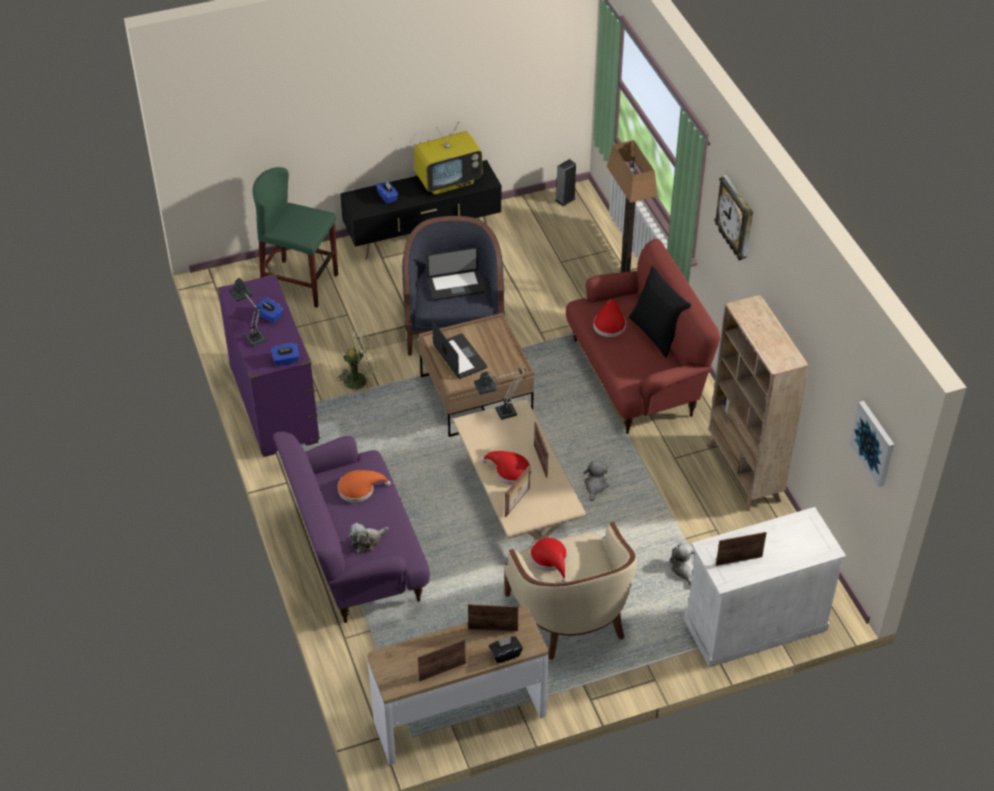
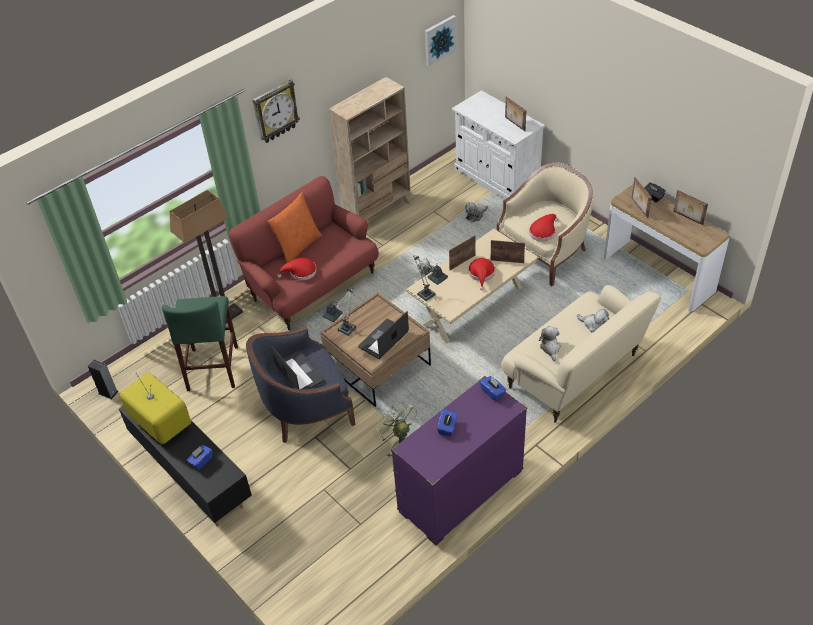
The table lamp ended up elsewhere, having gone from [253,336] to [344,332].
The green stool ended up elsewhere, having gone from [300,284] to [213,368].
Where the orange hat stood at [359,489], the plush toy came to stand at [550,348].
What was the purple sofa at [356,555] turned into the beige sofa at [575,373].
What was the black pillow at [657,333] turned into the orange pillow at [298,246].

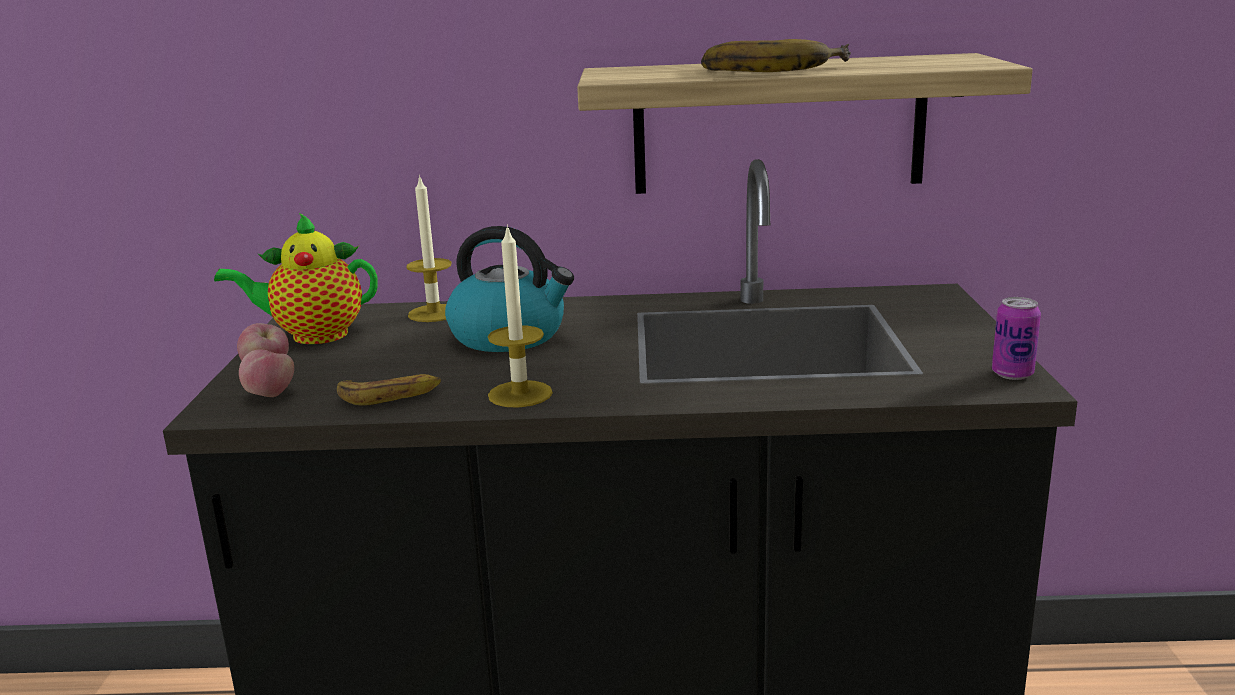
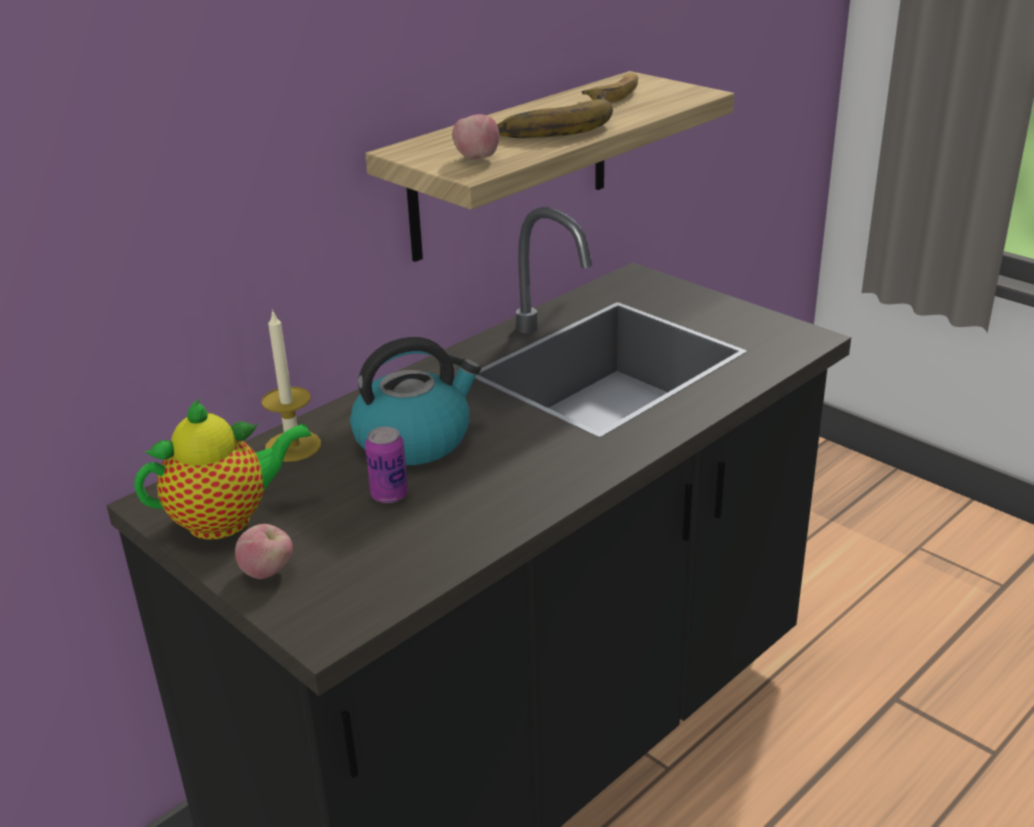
The second view lost the candle at [520,394].
The apple ended up elsewhere, having gone from [270,395] to [477,158].
The banana ended up elsewhere, having gone from [390,395] to [615,94].
The can ended up elsewhere, having gone from [1012,374] to [389,495].
The teapot at [313,336] ended up facing another way, 150 degrees counterclockwise from before.

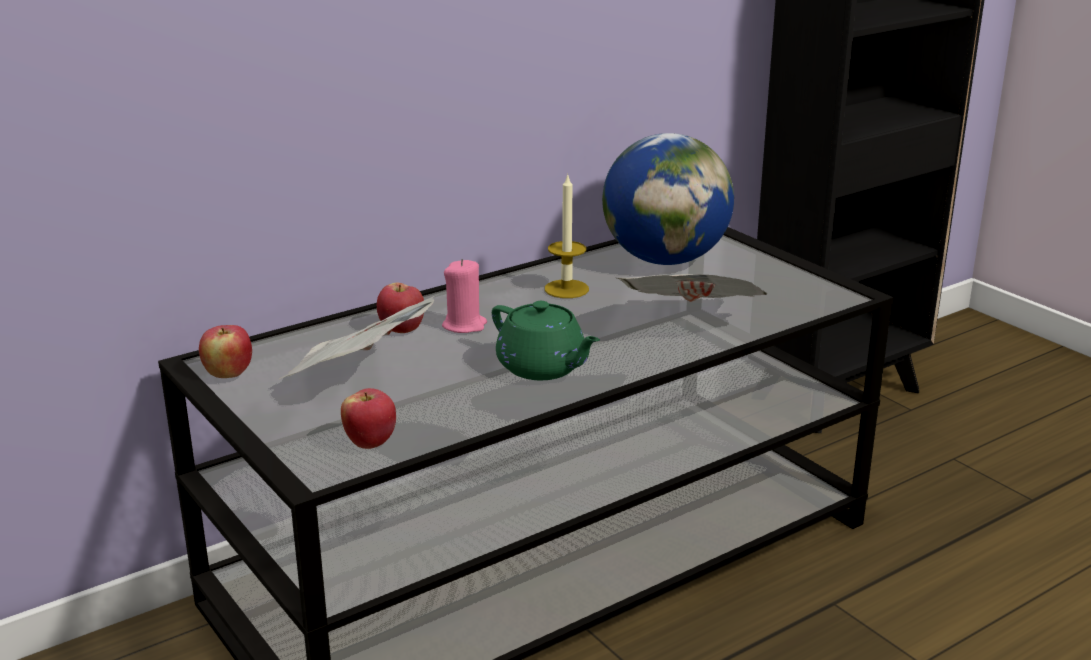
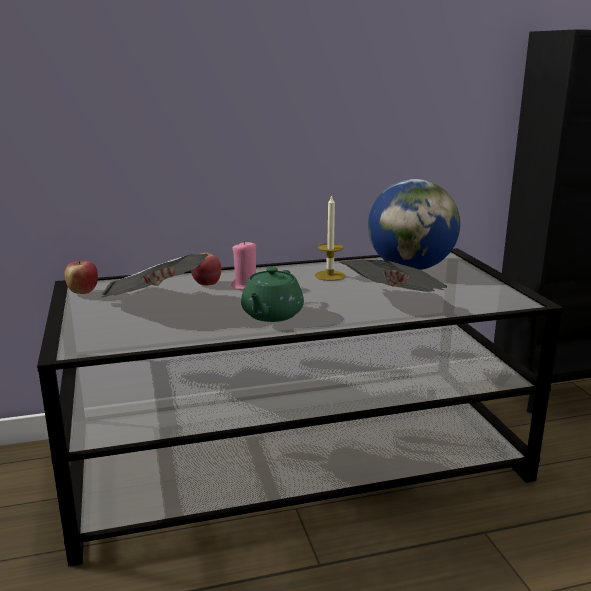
The second view lost the apple at [370,442].
The green teapot at [543,368] ended up facing another way, 45 degrees clockwise from before.

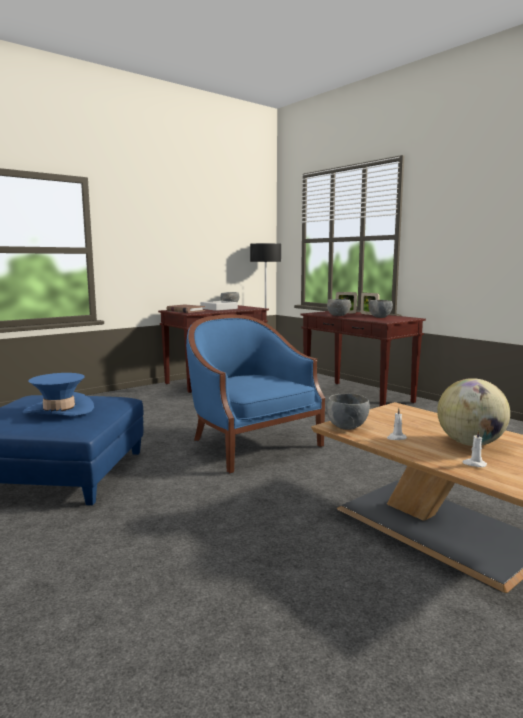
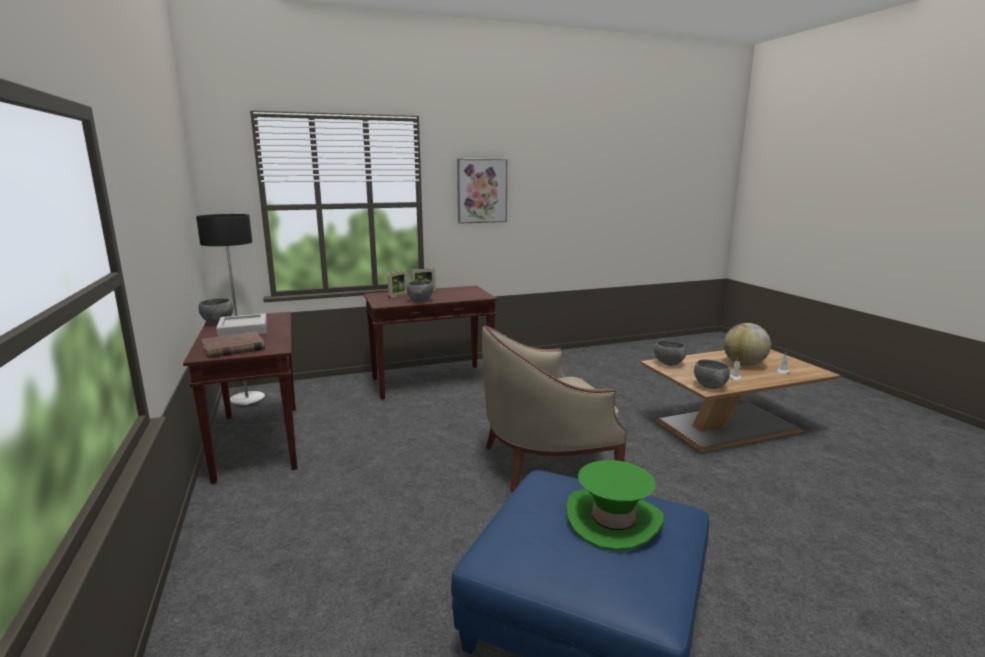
The second view gained the picture at [482,191].
The grey bowl ended up elsewhere, having gone from [379,317] to [669,364].
What was the blue hat at [59,410] turned into the green hat at [613,520].
What was the blue armchair at [251,445] turned into the beige armchair at [546,461].

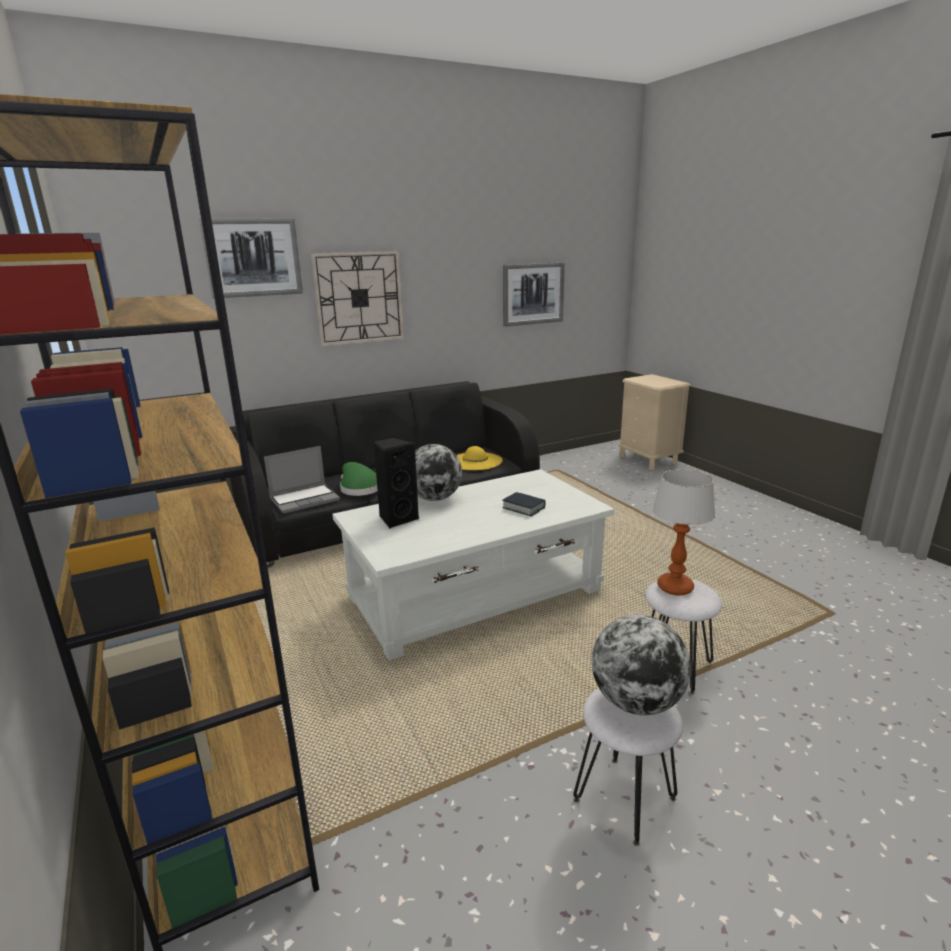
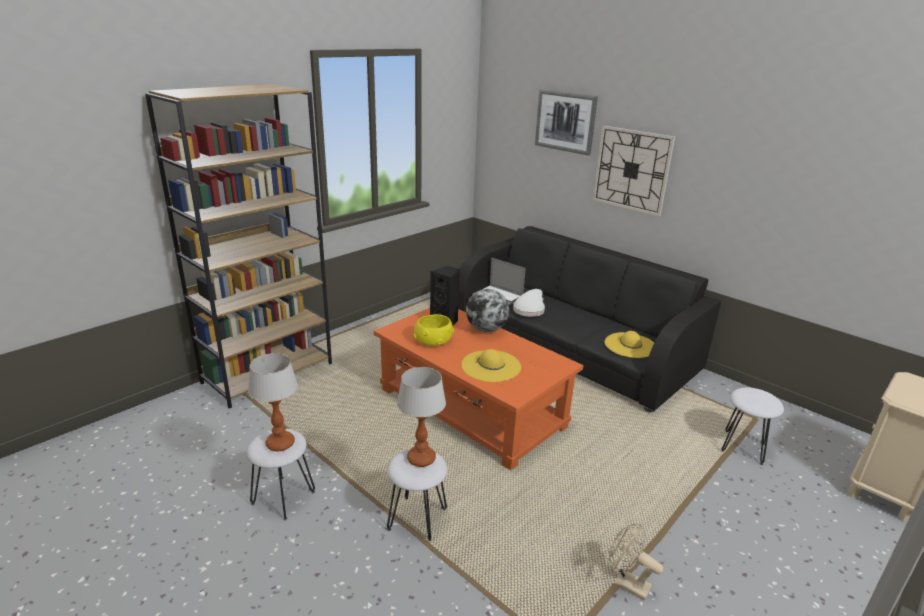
The second view lost the picture at [533,294].
The second view gained the yellow bowl at [433,341].
The second view gained the beige fan at [626,583].
The second view gained the white stool at [743,447].
Where the book stood at [523,508], the yellow hat came to stand at [491,366].
Where the globe stood at [636,702], the table lamp came to stand at [280,443].
What was the white coffee table at [476,595] turned into the orange coffee table at [471,408].
What was the green hat at [359,488] turned into the white hat at [529,309].

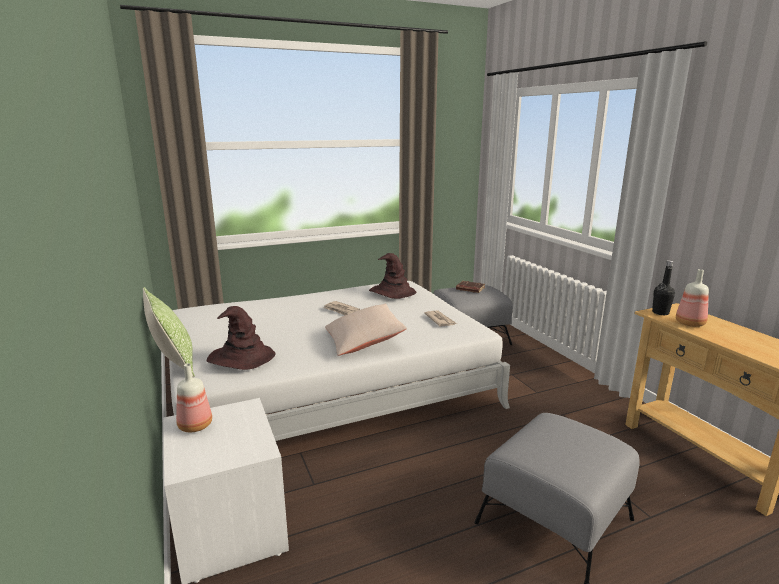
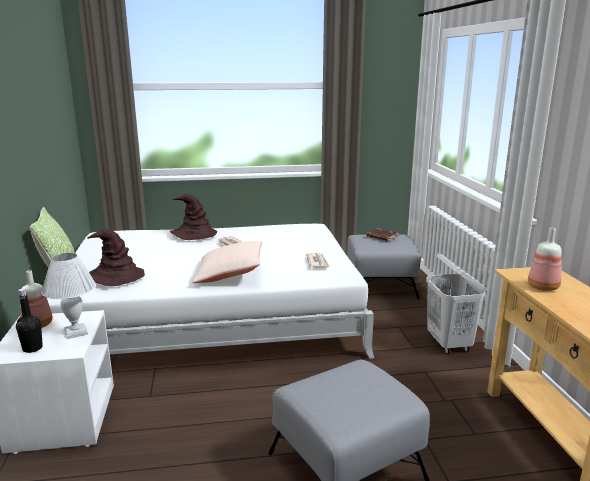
The second view gained the white table lamp at [76,332].
The second view gained the white laundry basket at [449,344].
The brown hat ended up elsewhere, having gone from [392,293] to [193,234].
The black bottle ended up elsewhere, having gone from [660,313] to [32,348].

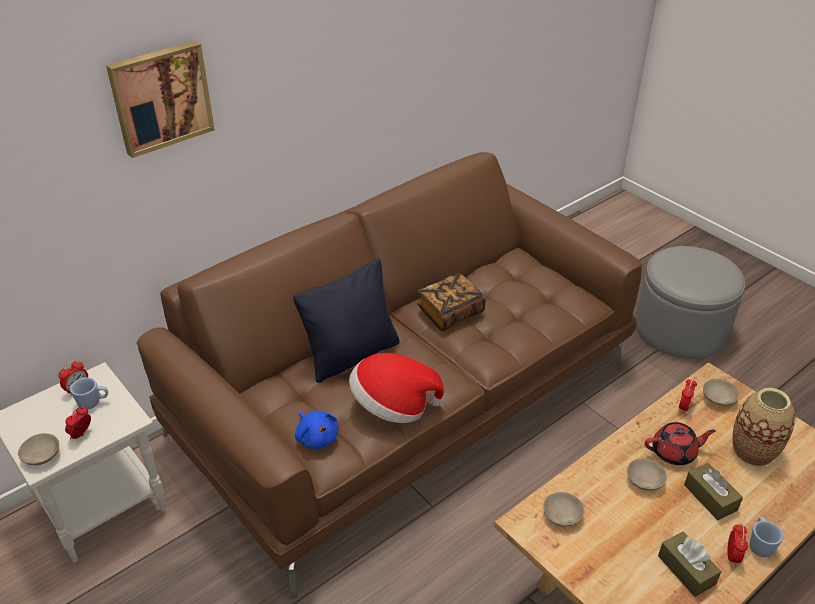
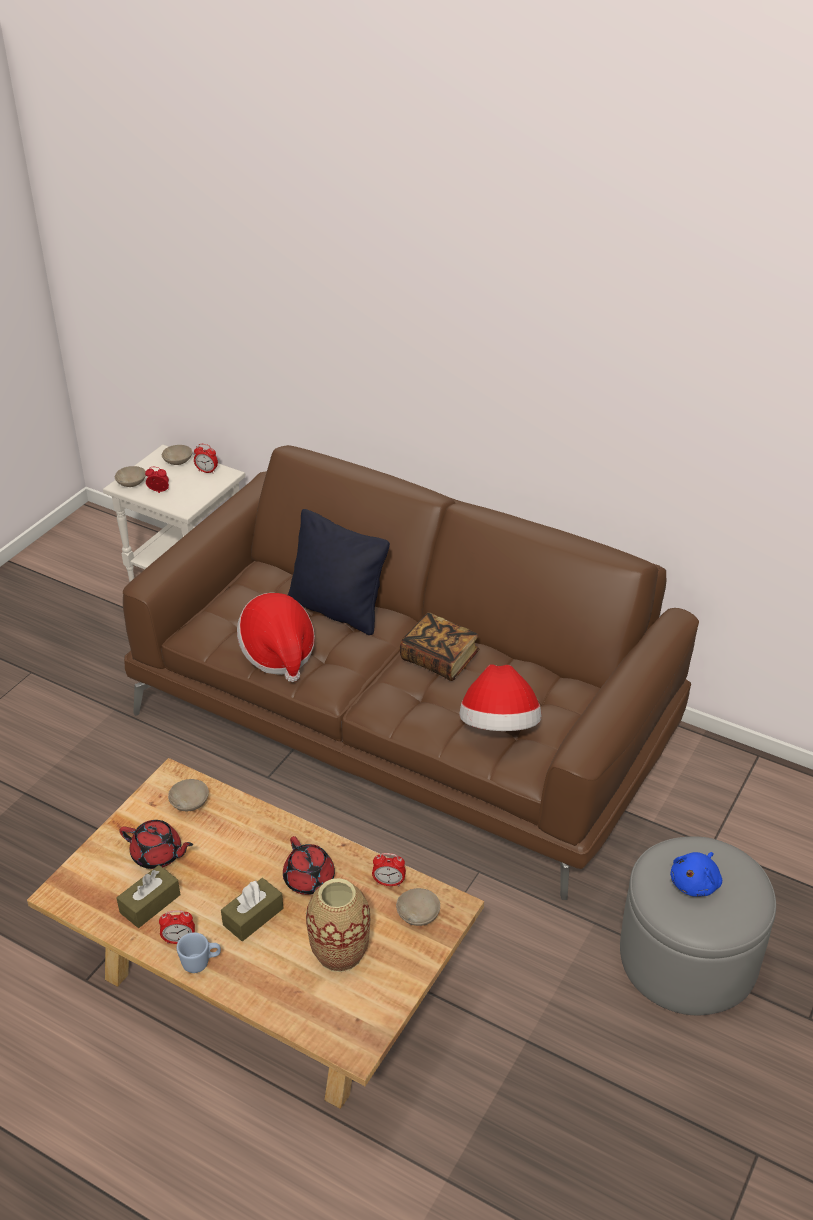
The second view lost the blue mug at [93,403].
The second view lost the picture at [160,97].
The second view gained the red teapot at [158,855].
The second view gained the hat at [499,727].
The blue plush toy ended up elsewhere, having gone from [316,437] to [695,883].
The beige bowl ended up elsewhere, having gone from [645,480] to [178,461].

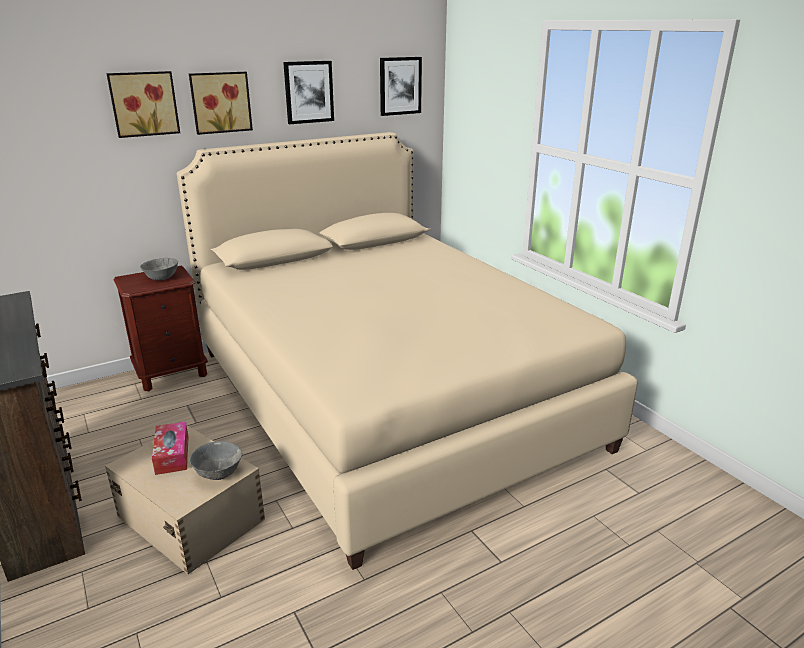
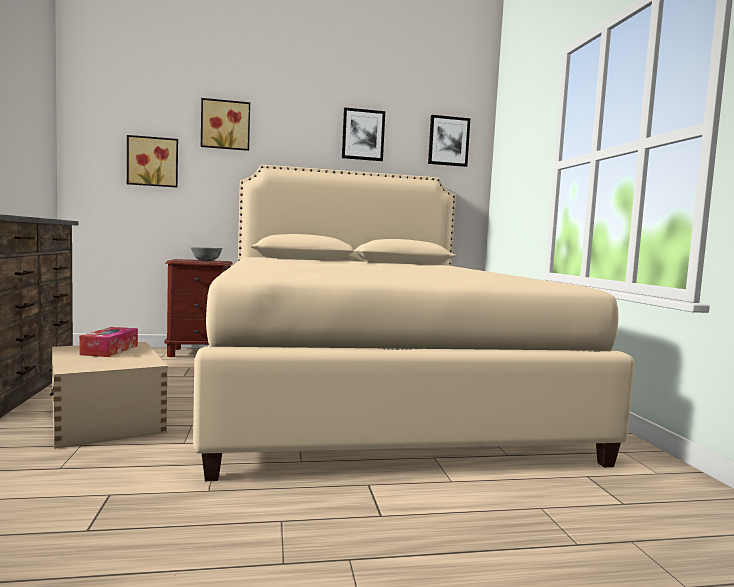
The second view lost the grey bowl at [219,473].
The picture ended up elsewhere, having gone from [220,102] to [153,162].

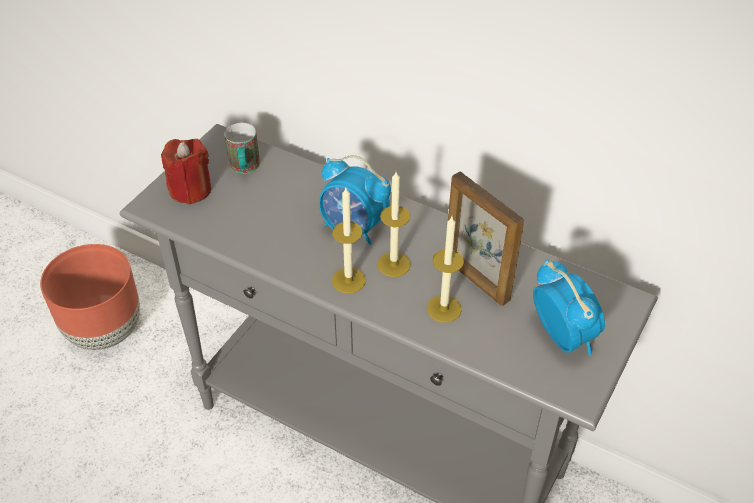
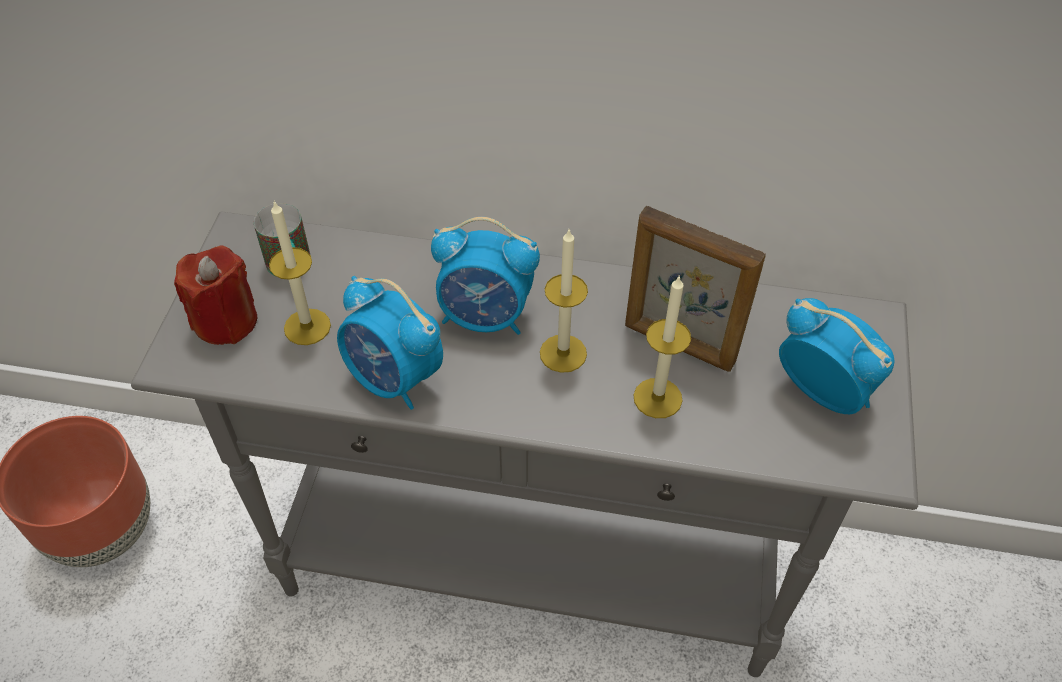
The second view gained the alarm clock at [394,379].
The candle ended up elsewhere, having gone from [348,280] to [307,327].

